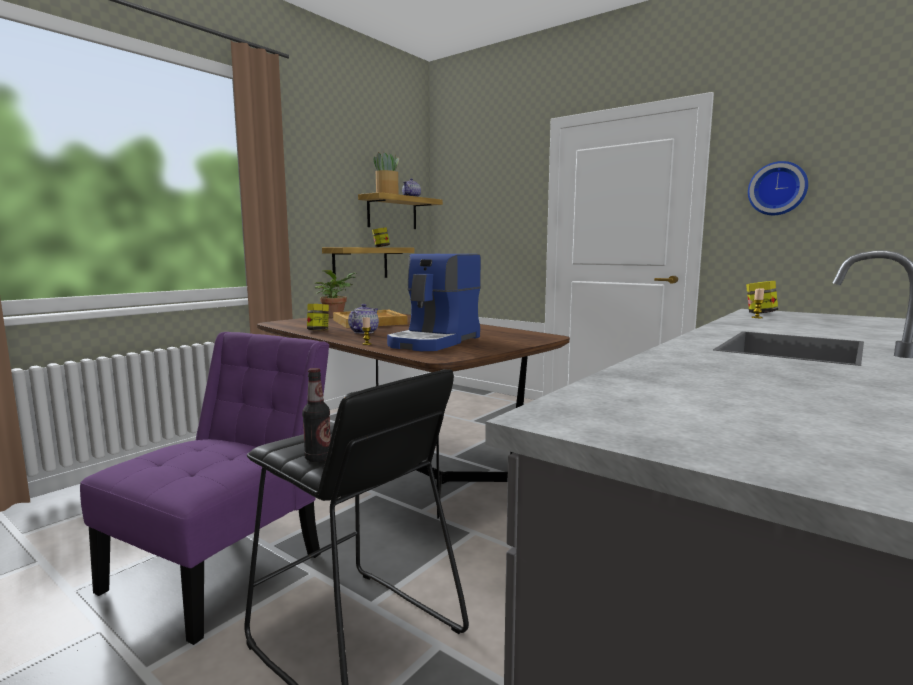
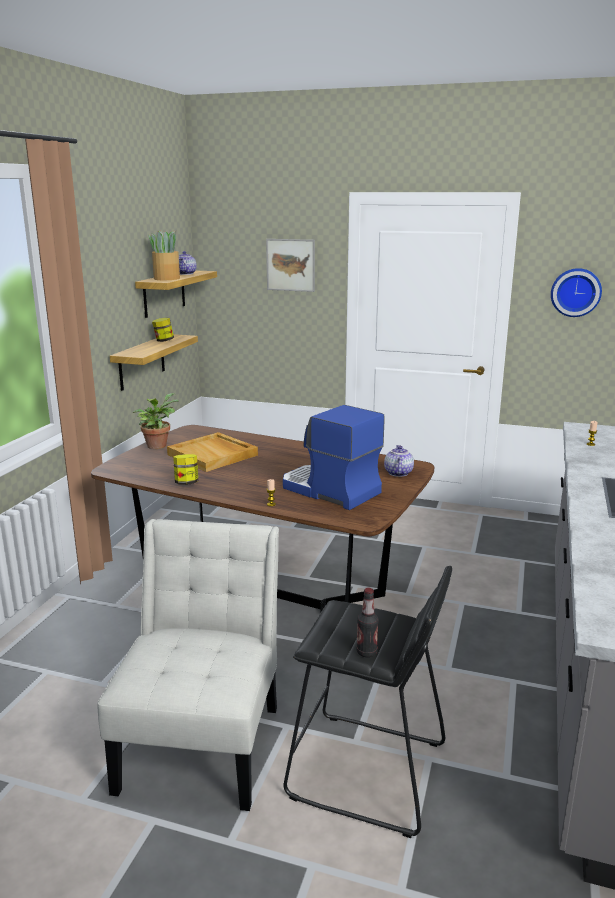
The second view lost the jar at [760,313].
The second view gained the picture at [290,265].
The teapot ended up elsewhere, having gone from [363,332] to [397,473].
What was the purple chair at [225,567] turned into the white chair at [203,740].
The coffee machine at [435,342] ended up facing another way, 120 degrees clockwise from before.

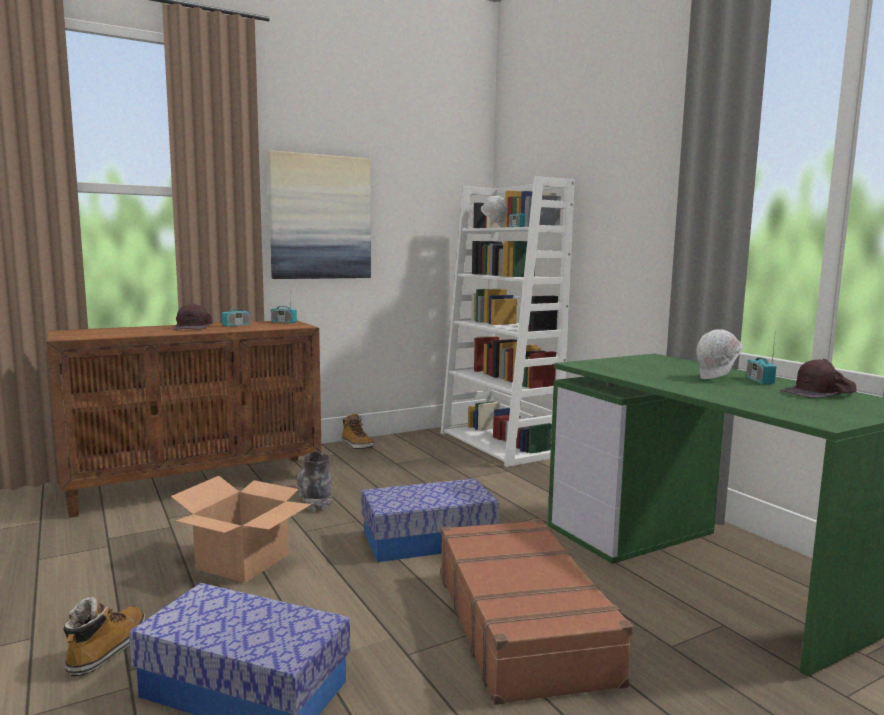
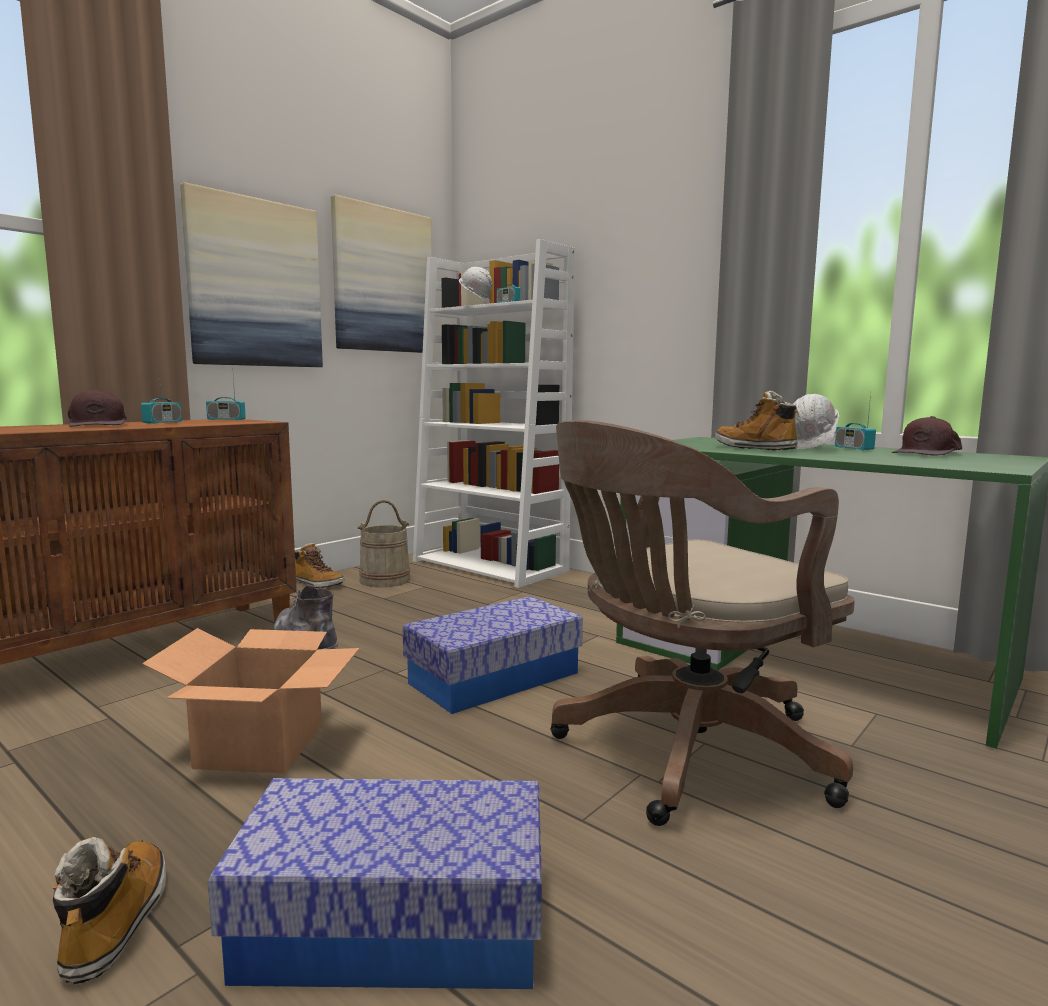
The second view gained the picture at [382,280].
The second view gained the beige bucket at [385,580].
The second view gained the boot at [755,448].
Where the brown suitcase stood at [522,624], the brown office chair came to stand at [683,753].

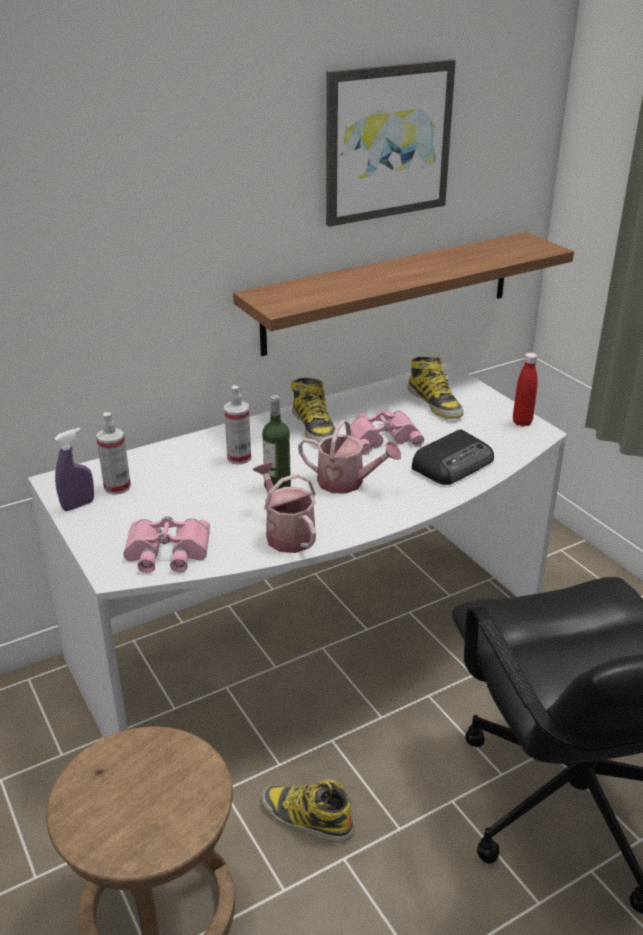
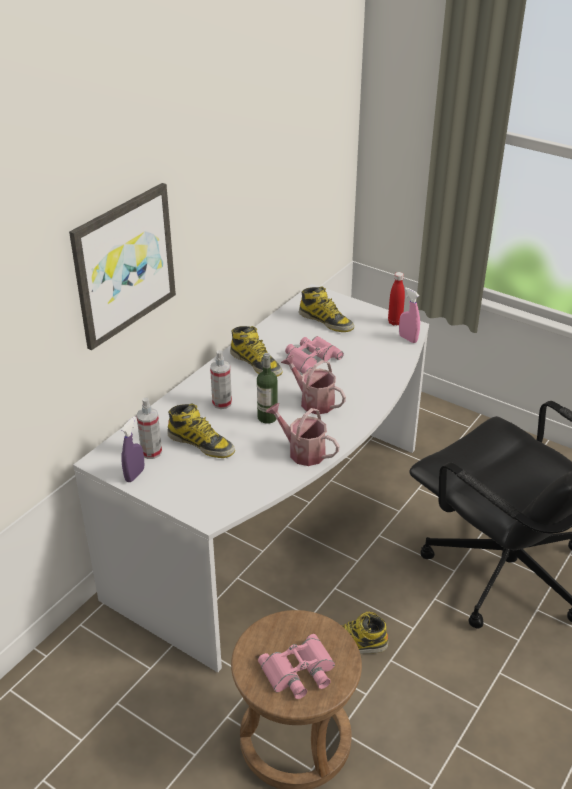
The second view lost the shelf at [390,292].
The second view lost the radio at [454,464].
The second view gained the boot at [201,443].
The second view gained the pink spray bottle at [408,338].
The pink binoculars ended up elsewhere, having gone from [166,552] to [299,672].
The picture ended up elsewhere, having gone from [387,142] to [123,264].
The watering can at [347,482] ended up facing another way, 135 degrees counterclockwise from before.

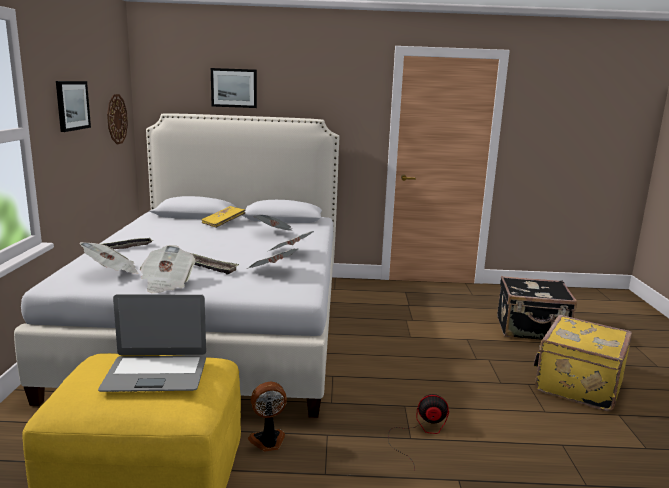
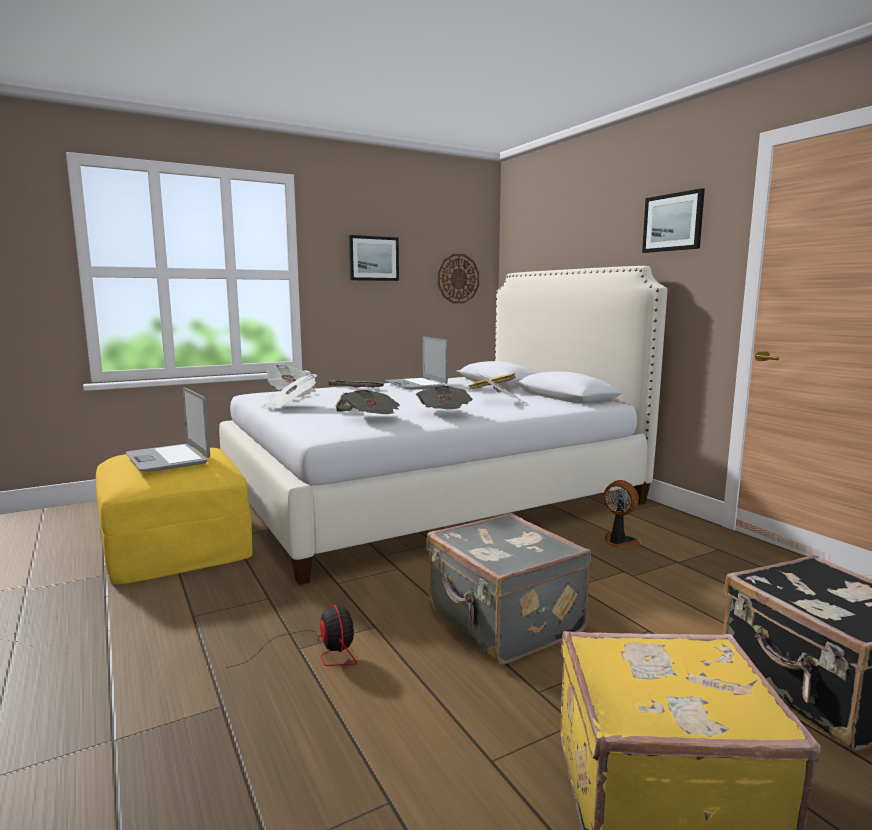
The second view gained the laptop at [416,385].
The second view gained the grey suitcase at [503,622].
The picture ended up elsewhere, having gone from [234,88] to [673,222].
The fan ended up elsewhere, having gone from [268,442] to [618,542].

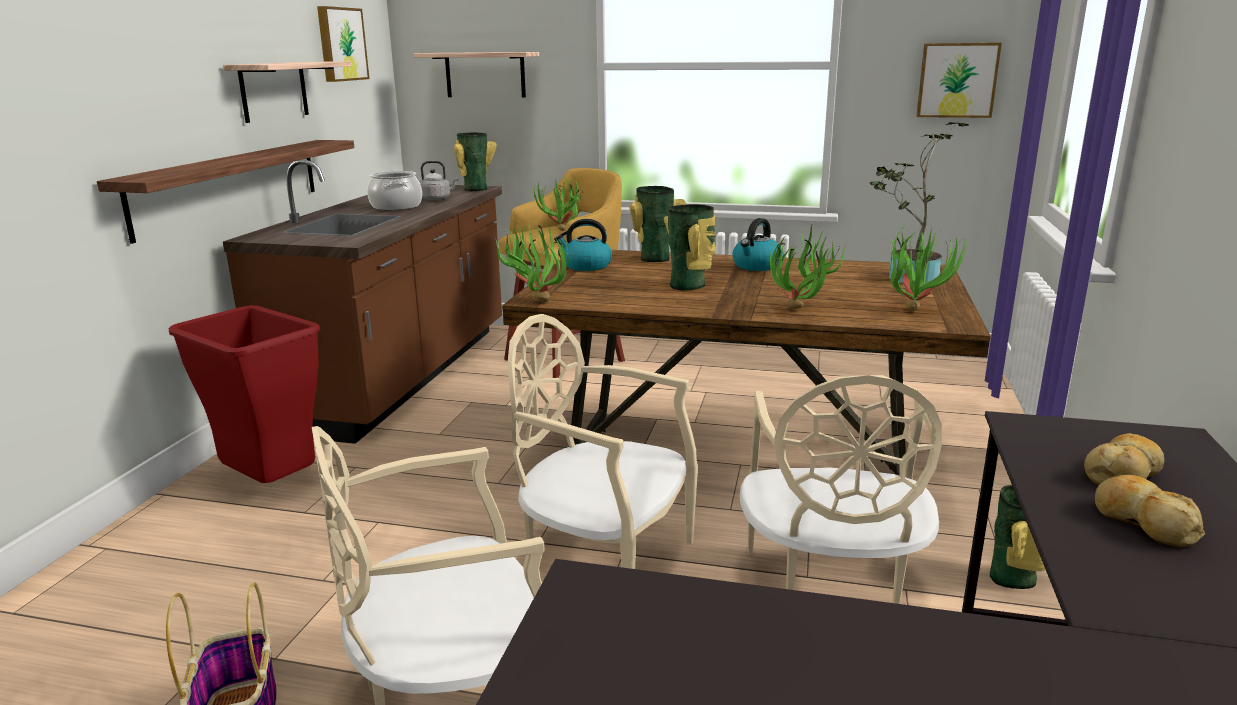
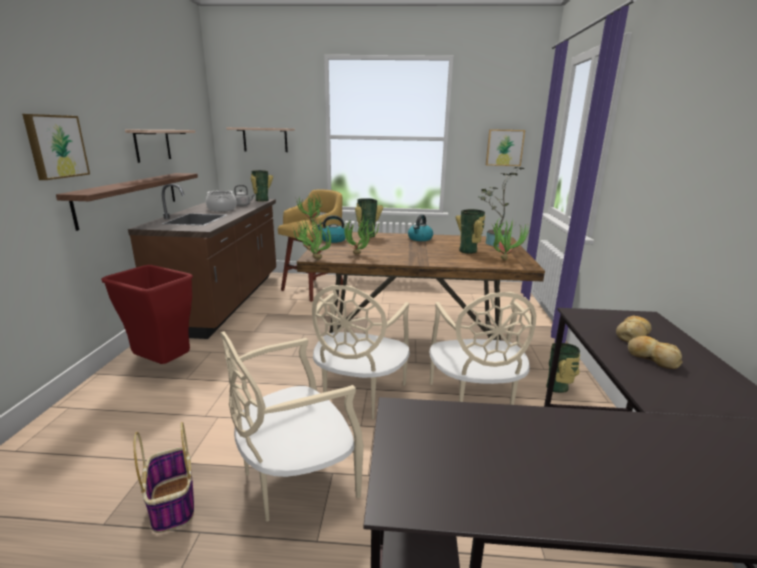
The picture ended up elsewhere, having gone from [340,44] to [55,146].
The vase ended up elsewhere, having gone from [689,285] to [469,251].
The potted plant ended up elsewhere, having gone from [801,312] to [360,255].
The beige chair at [604,563] ended up facing another way, 90 degrees counterclockwise from before.

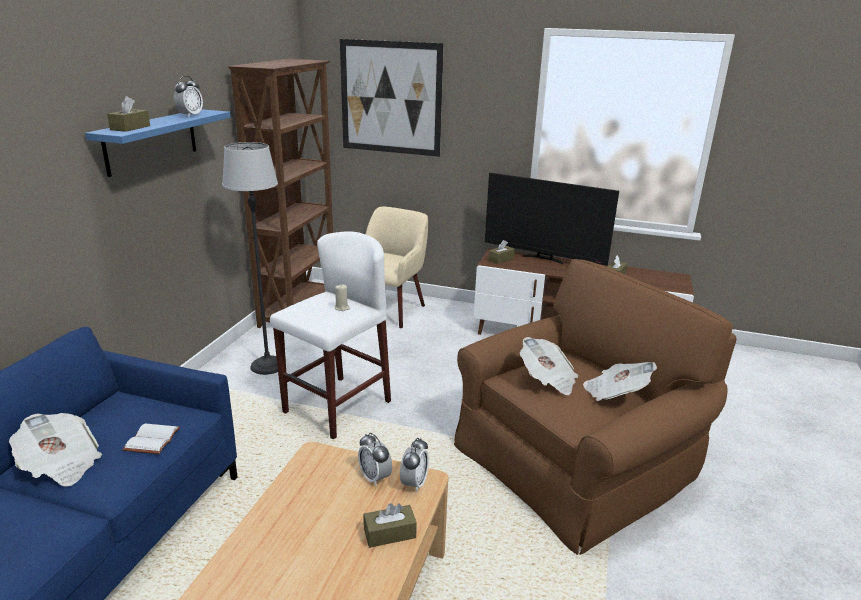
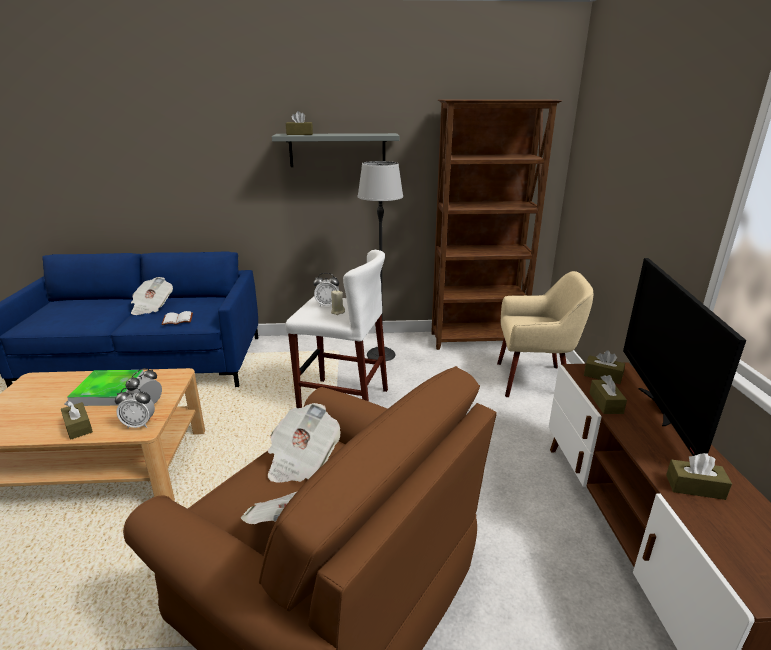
The second view lost the picture at [390,98].
The second view gained the tray at [109,391].
The second view gained the brown tissue box at [605,403].
The alarm clock ended up elsewhere, having gone from [190,116] to [327,305].
What was the blue shelf at [151,141] turned into the grey shelf at [337,150].

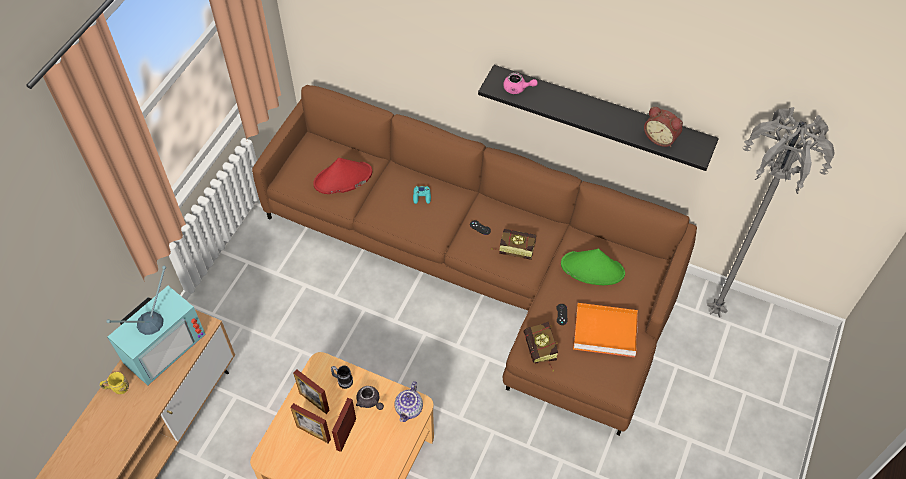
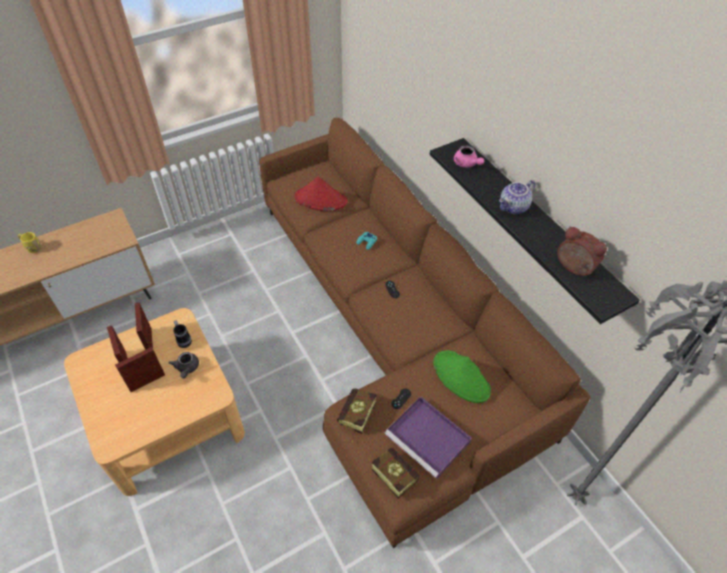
The second view lost the television at [163,345].
The teapot ended up elsewhere, having gone from [409,409] to [514,208].
The book ended up elsewhere, having gone from [512,248] to [391,473].
What was the orange tray at [606,331] turned into the purple tray at [429,439].
The alarm clock at [661,137] ended up facing another way, 150 degrees clockwise from before.

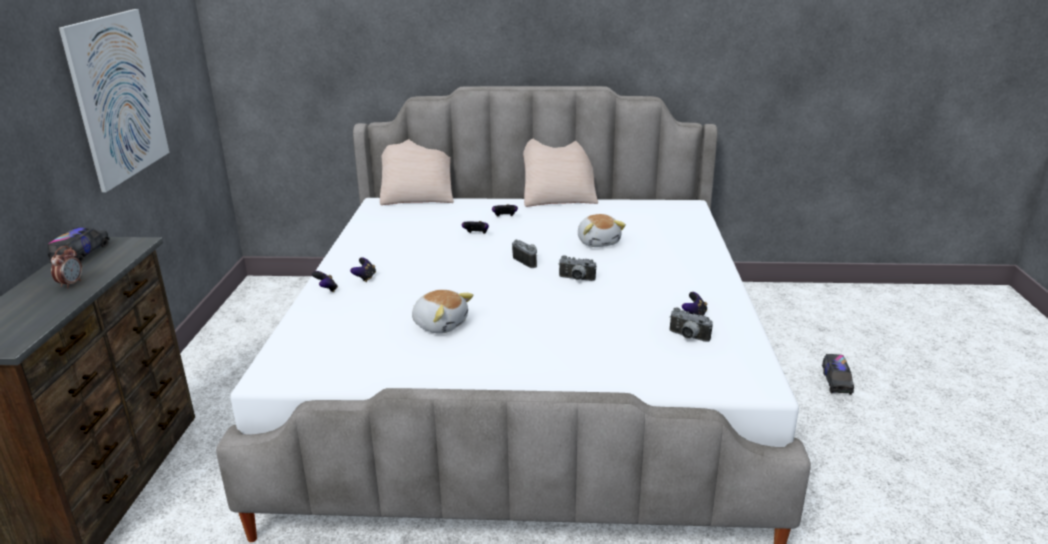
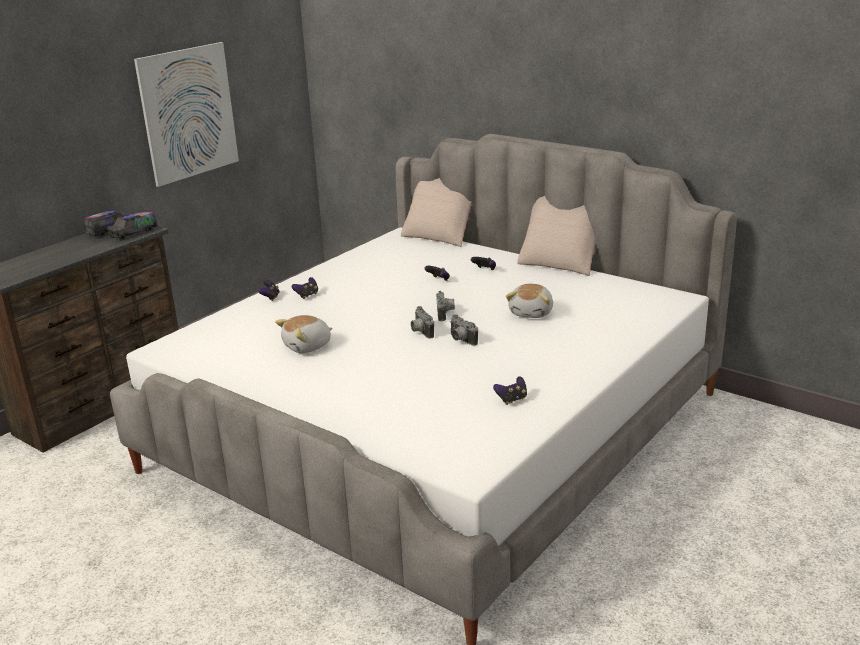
The second view lost the alarm clock at [71,284].
The photo camera ended up elsewhere, having gone from [687,337] to [420,332].
The toy truck ended up elsewhere, having gone from [836,382] to [133,233].
The plush toy at [440,324] ended up facing another way, 75 degrees clockwise from before.

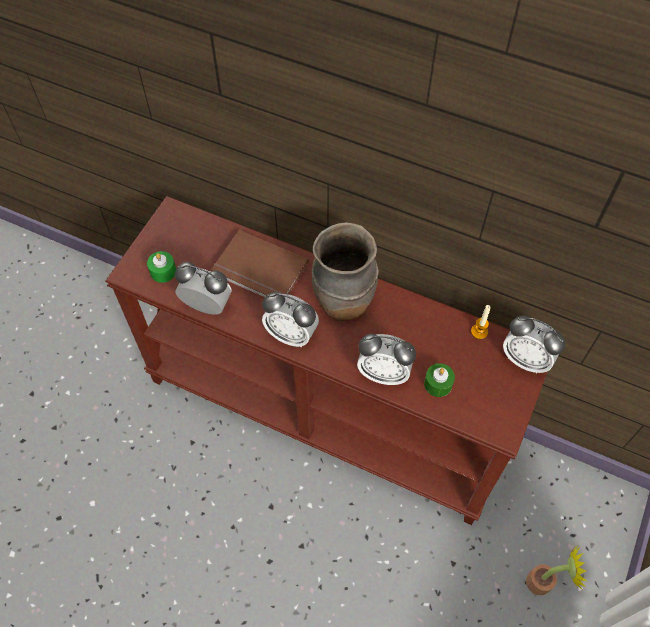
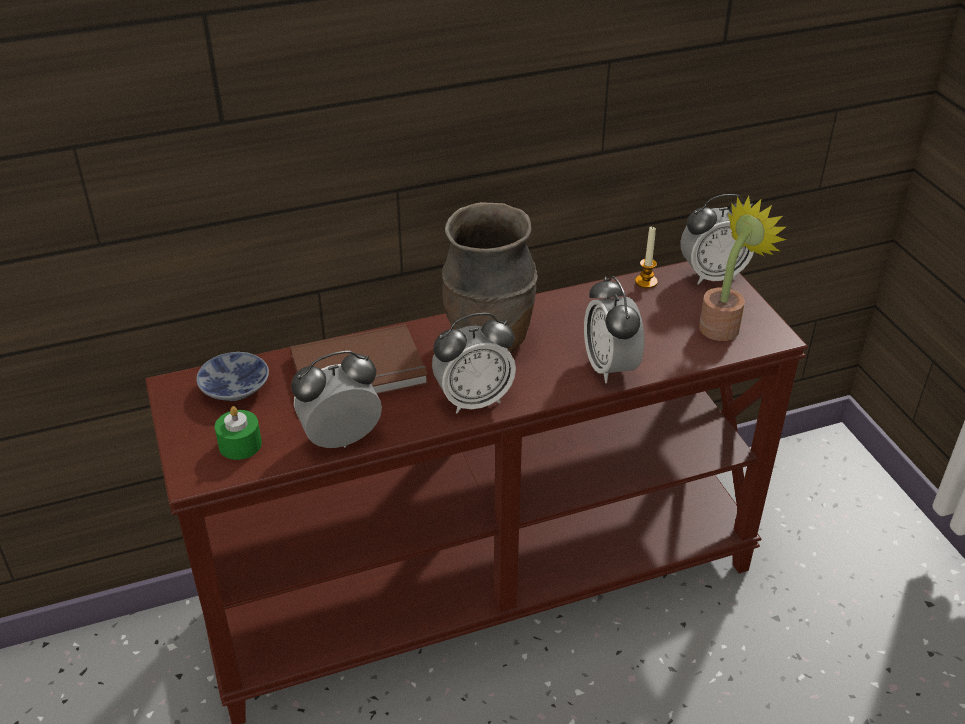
The second view lost the green candle at [438,384].
The second view gained the bowl at [236,389].
The potted plant ended up elsewhere, having gone from [544,582] to [724,324].
The alarm clock at [383,373] ended up facing another way, 105 degrees clockwise from before.

